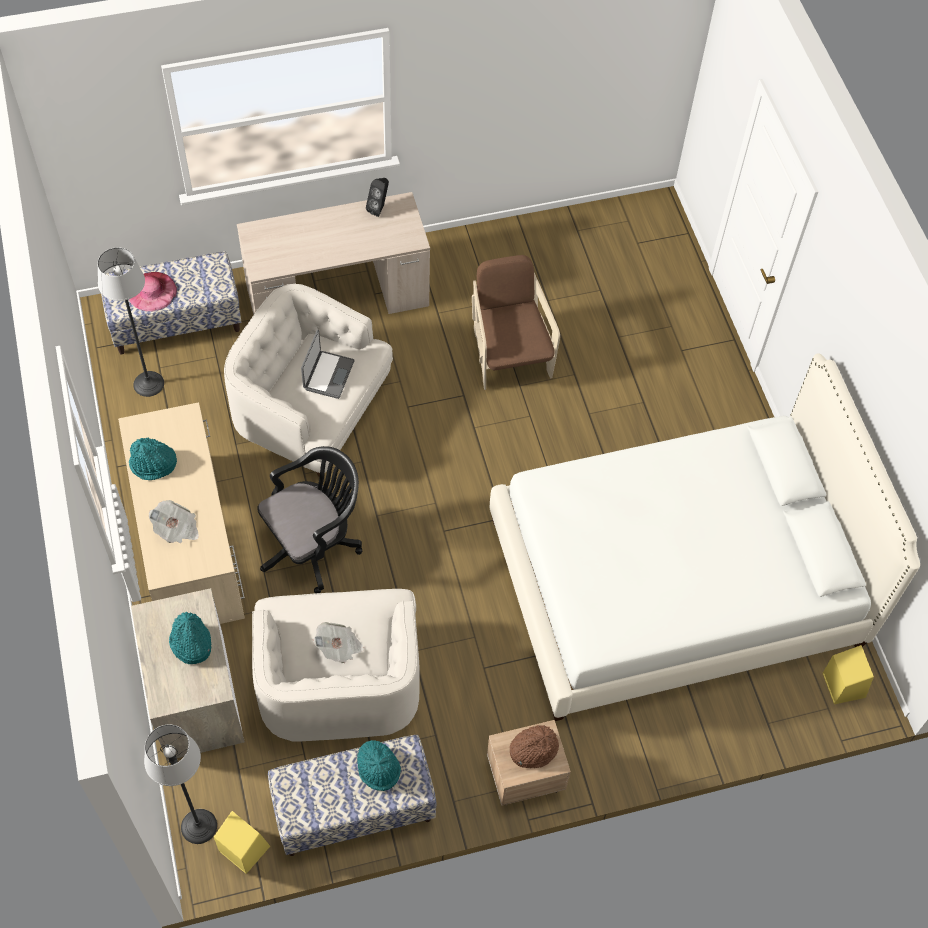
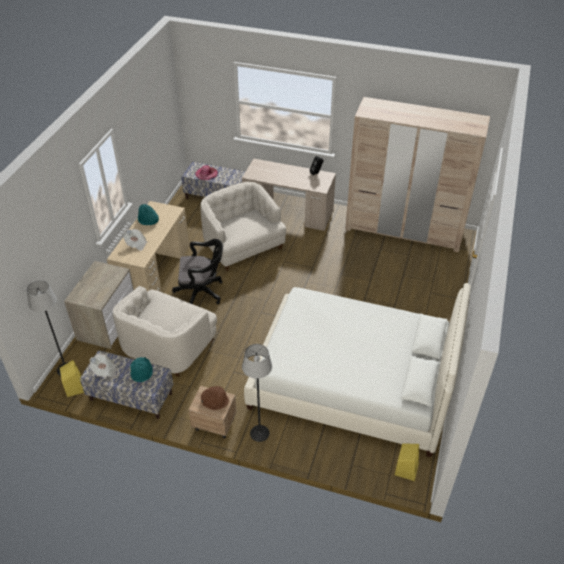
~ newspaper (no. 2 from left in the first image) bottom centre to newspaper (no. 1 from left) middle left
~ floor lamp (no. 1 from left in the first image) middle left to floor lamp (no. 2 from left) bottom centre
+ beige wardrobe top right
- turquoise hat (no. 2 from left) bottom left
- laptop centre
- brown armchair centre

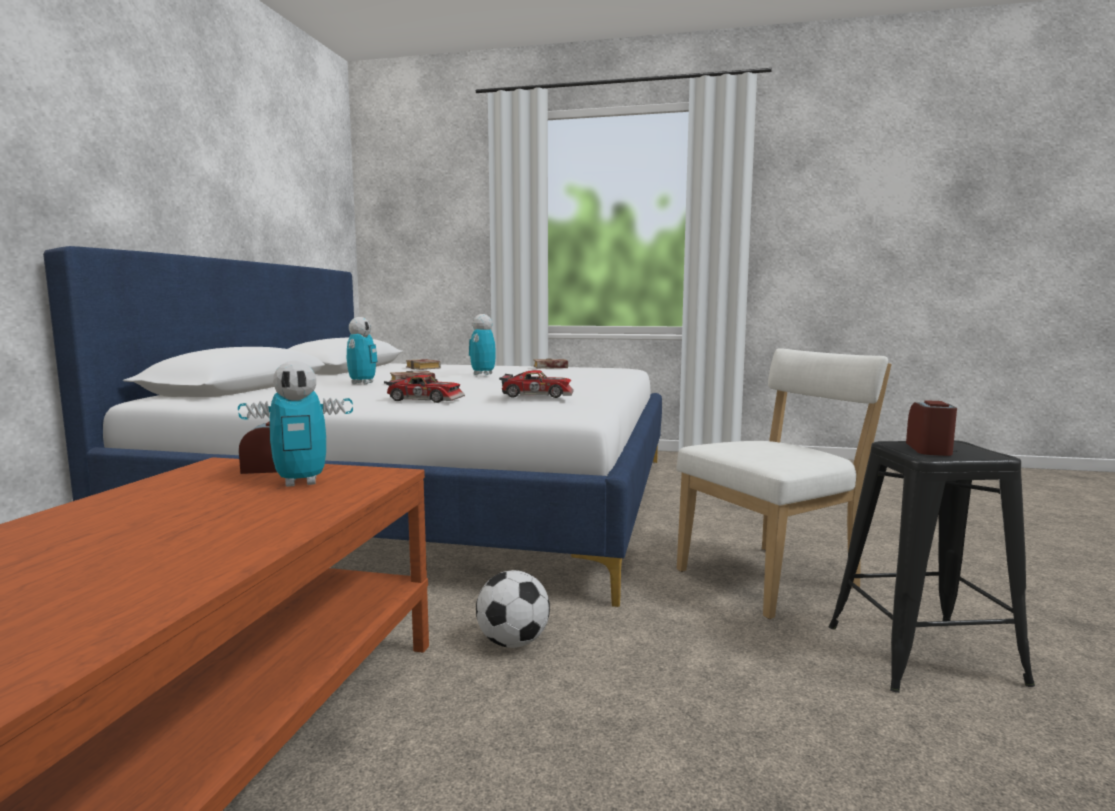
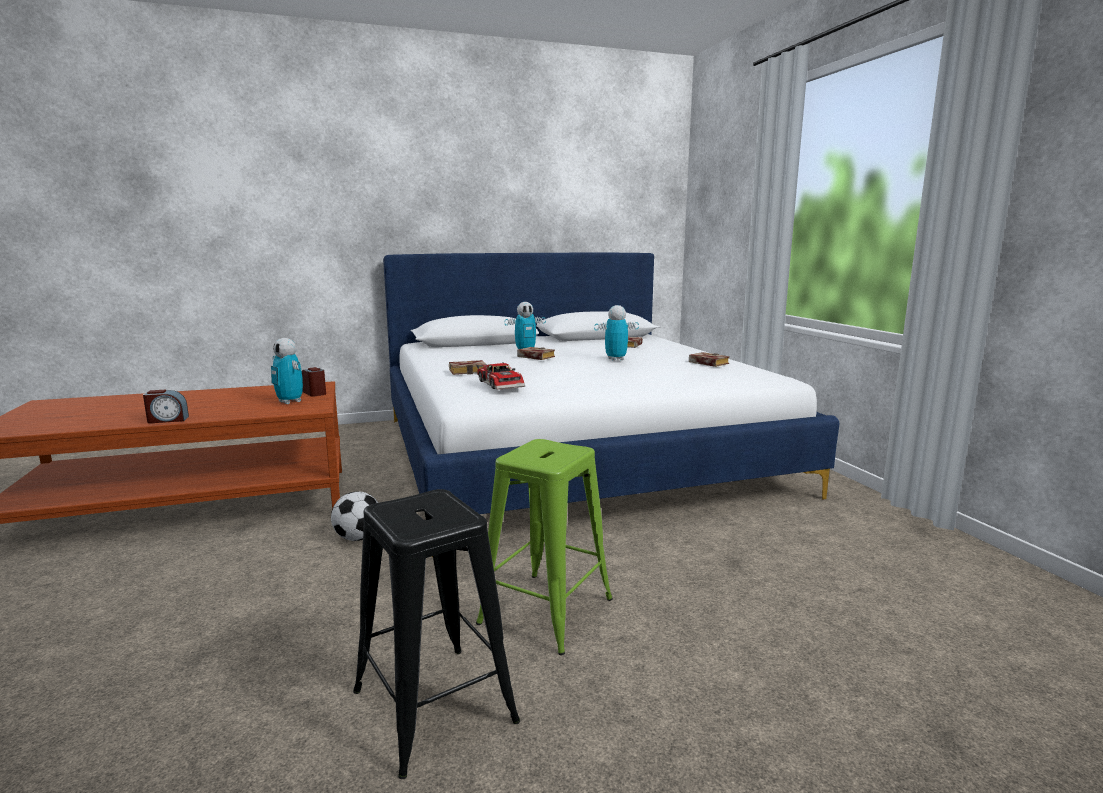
~ alarm clock (no. 2 from left in the first image) middle right to alarm clock (no. 1 from left) middle left
~ toy car (no. 1 from left) centre to book (no. 1 from left) centre
~ white chair middle right to green stool bottom centre

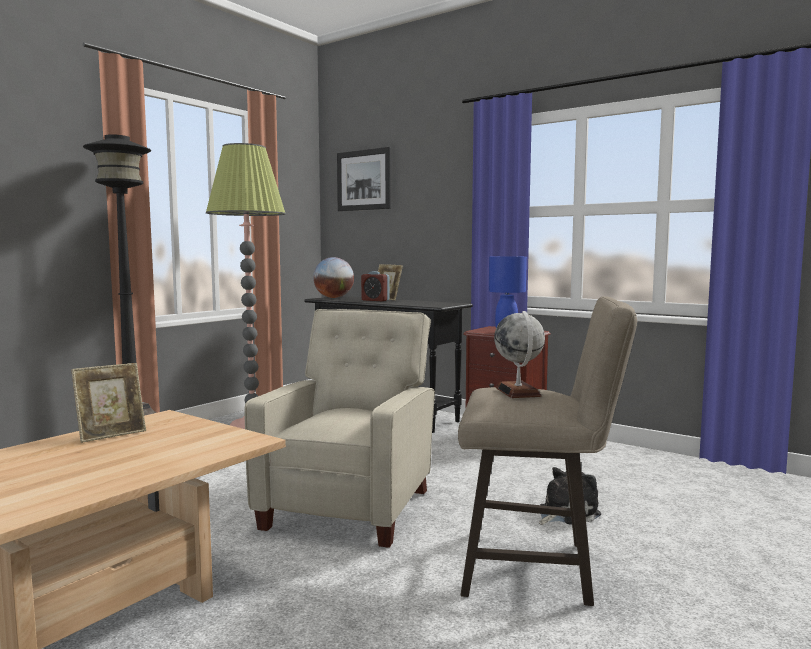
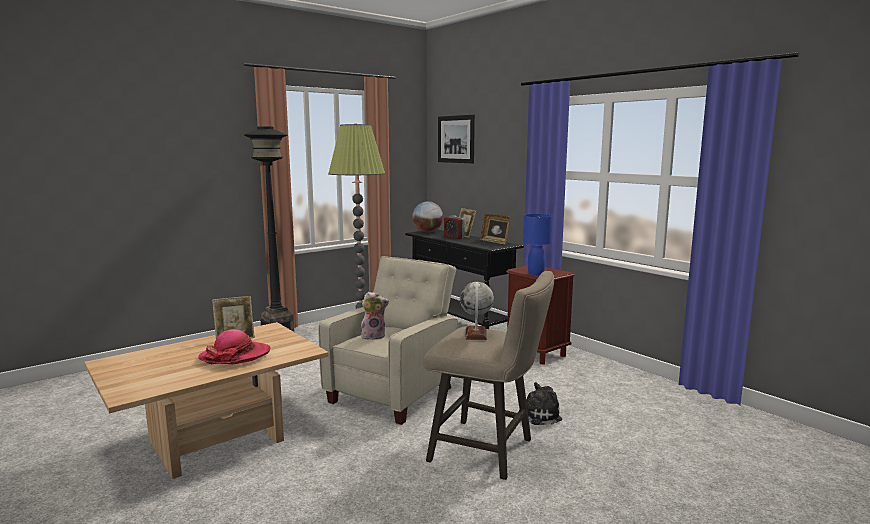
+ hat middle left
+ plush toy (no. 1 from left) centre
+ picture frame (no. 3 from left) centre

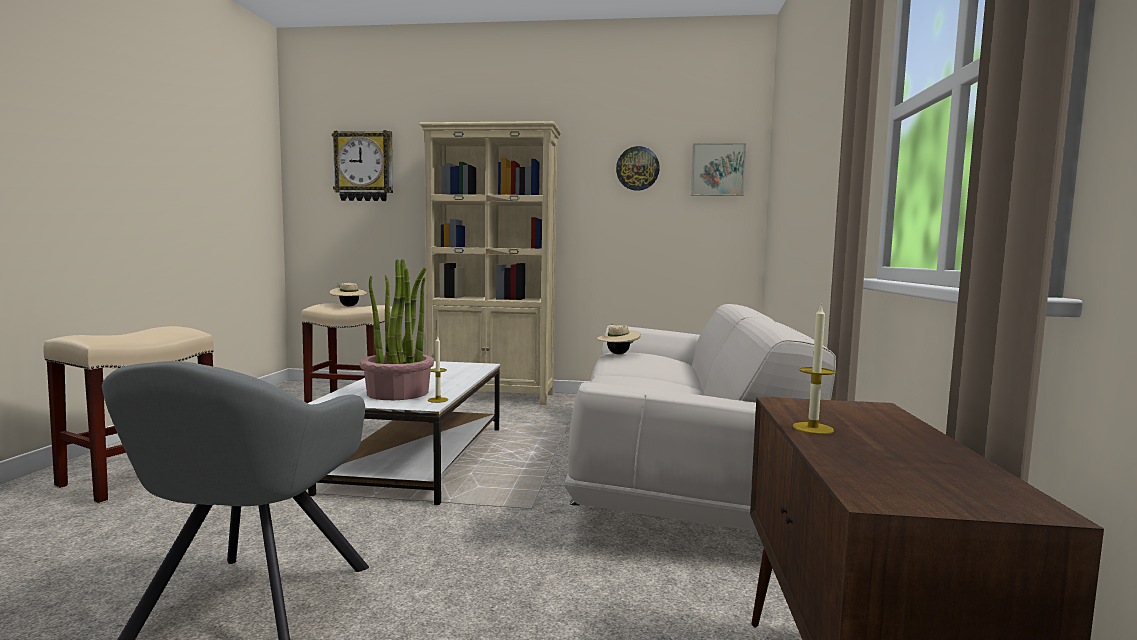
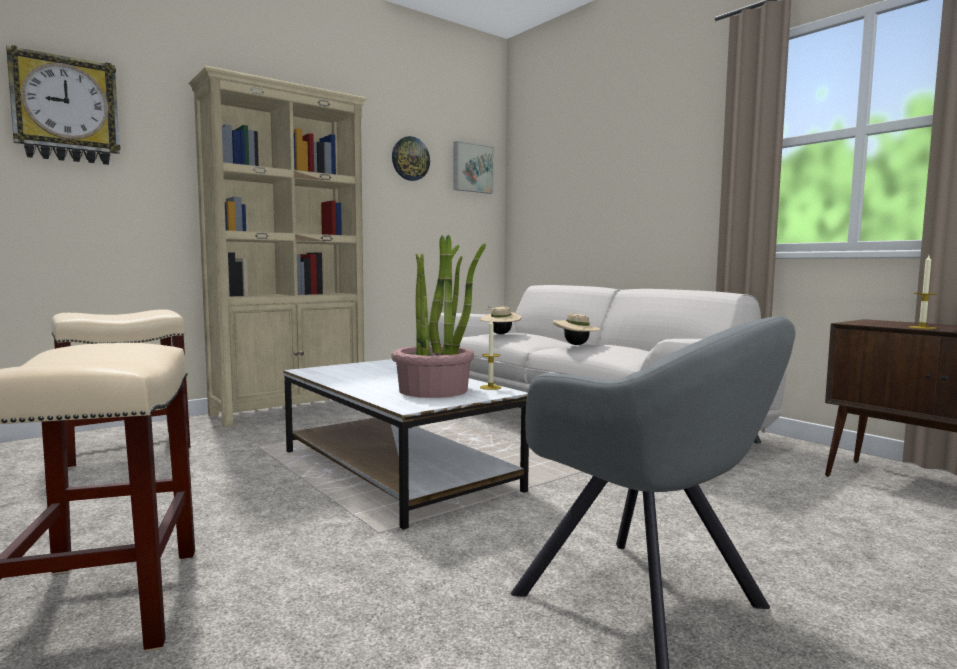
~ beige hat (no. 1 from left in the first image) middle left to beige hat (no. 2 from left) centre

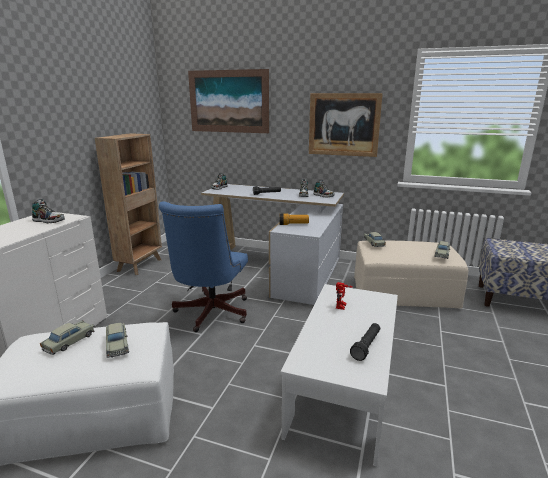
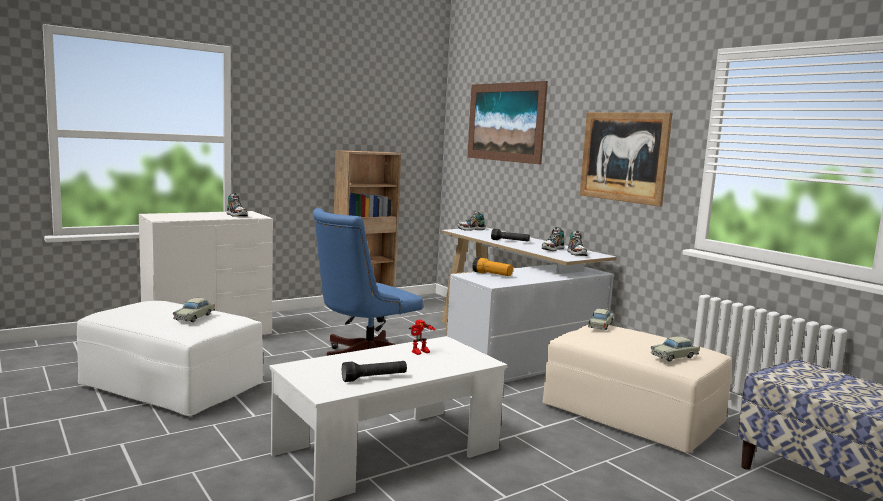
- beige toy car (no. 1 from left) bottom left

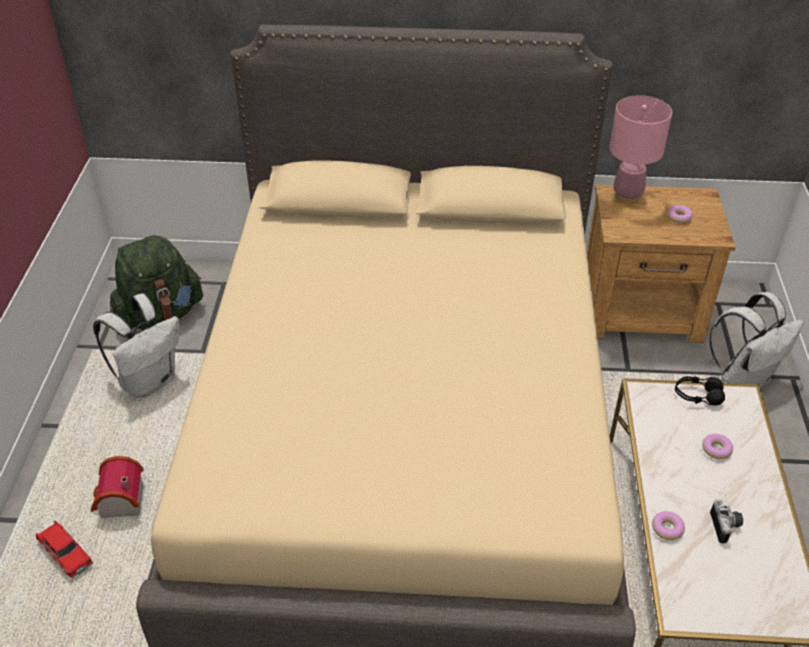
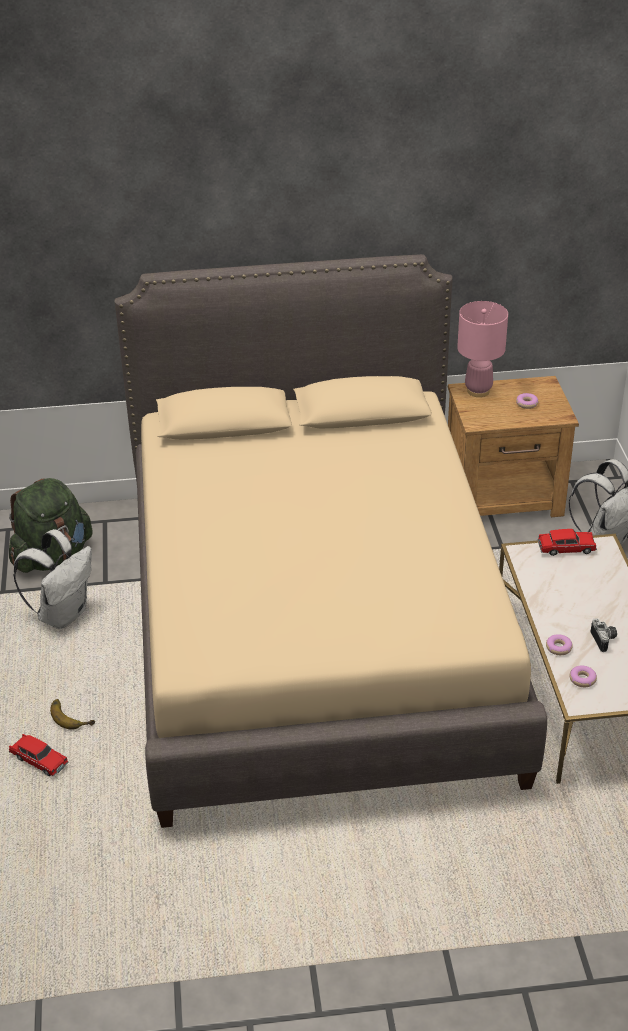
~ toy house bottom left to banana bottom left
~ black headphones middle right to red toy car (no. 2 from left) middle right
~ donut (no. 3 from left) bottom right to middle right

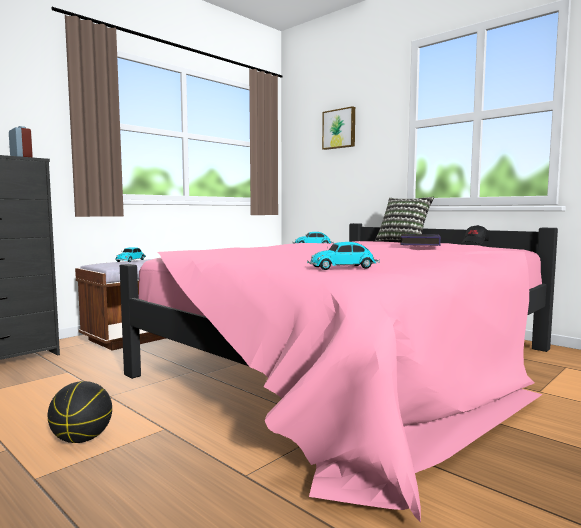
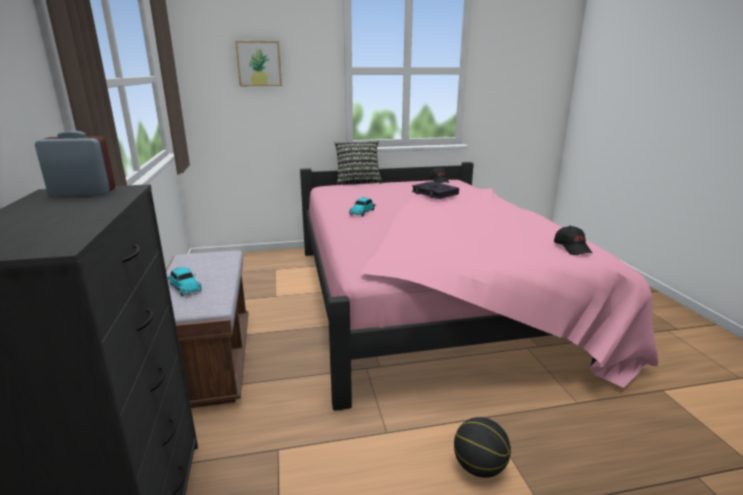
~ toy car (no. 3 from left) centre to black cap (no. 2 from left) middle right

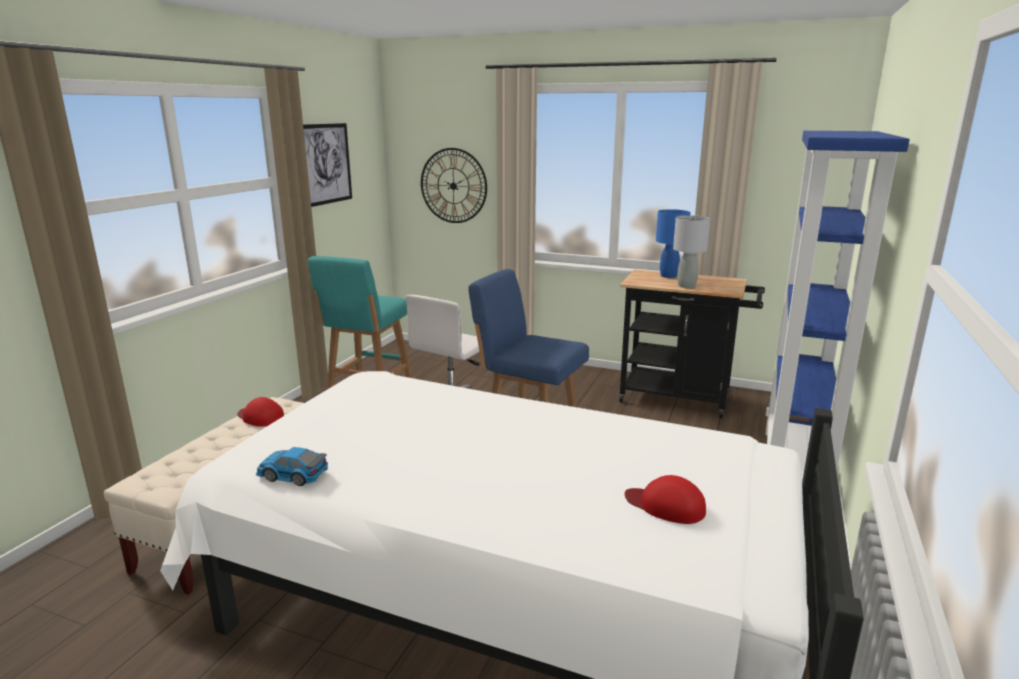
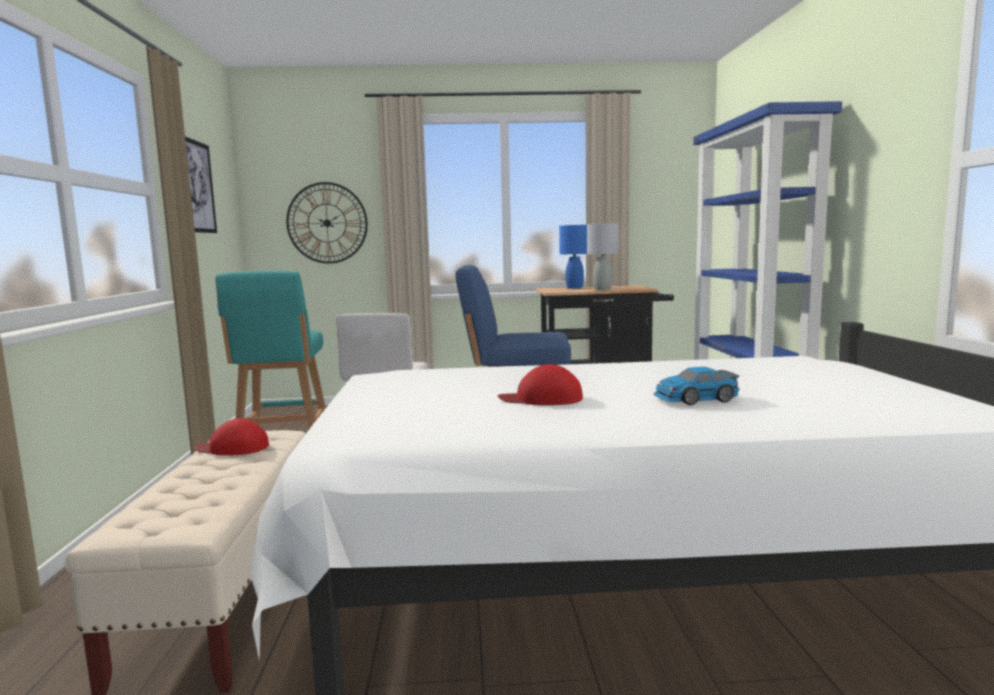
~ red cap (no. 2 from left) bottom centre to centre
~ toy car bottom left to middle right

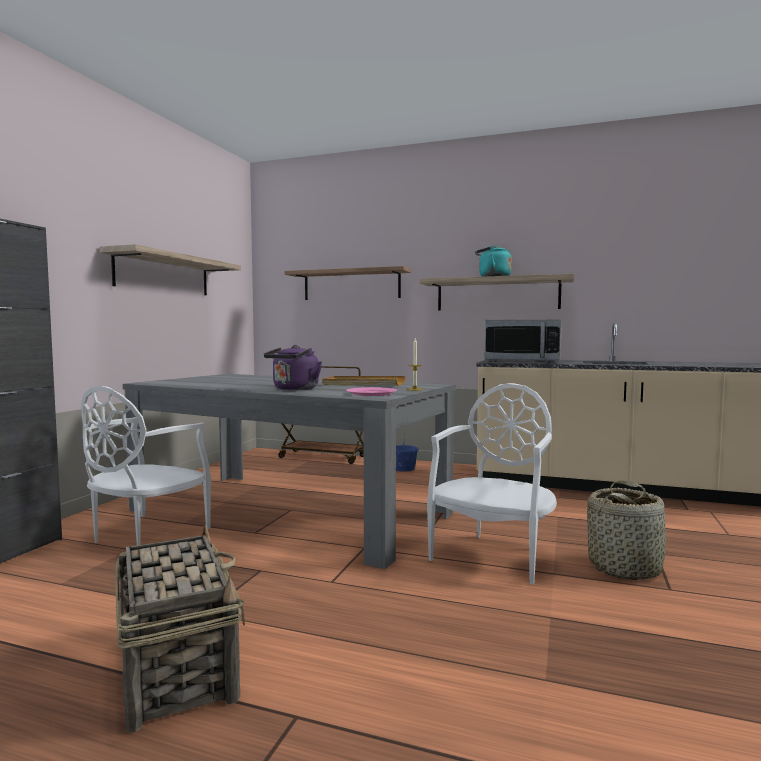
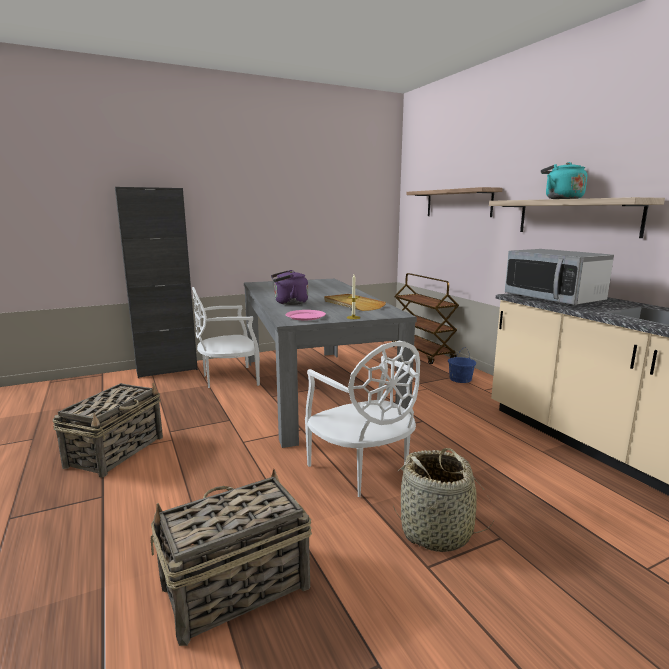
+ basket (no. 2 from left) bottom centre
~ white chair (no. 2 from left) centre = centre 75 degrees clockwise
- shelf (no. 1 from left) middle left

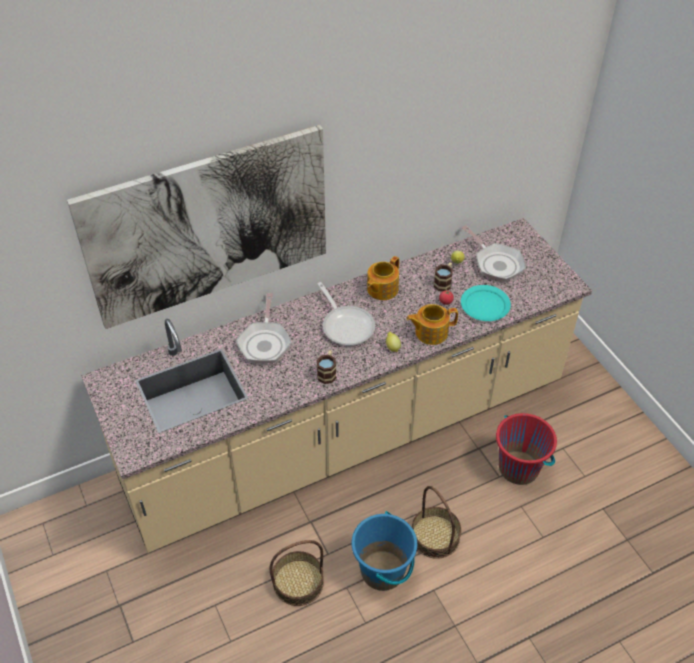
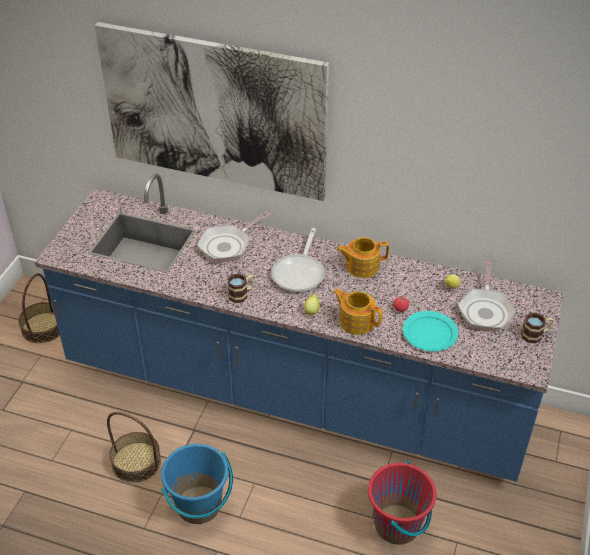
~ basket (no. 2 from left in the first image) bottom centre to basket (no. 1 from left) middle left
~ beige counter centre to blue counter centre
~ mug (no. 2 from left) centre to middle right

